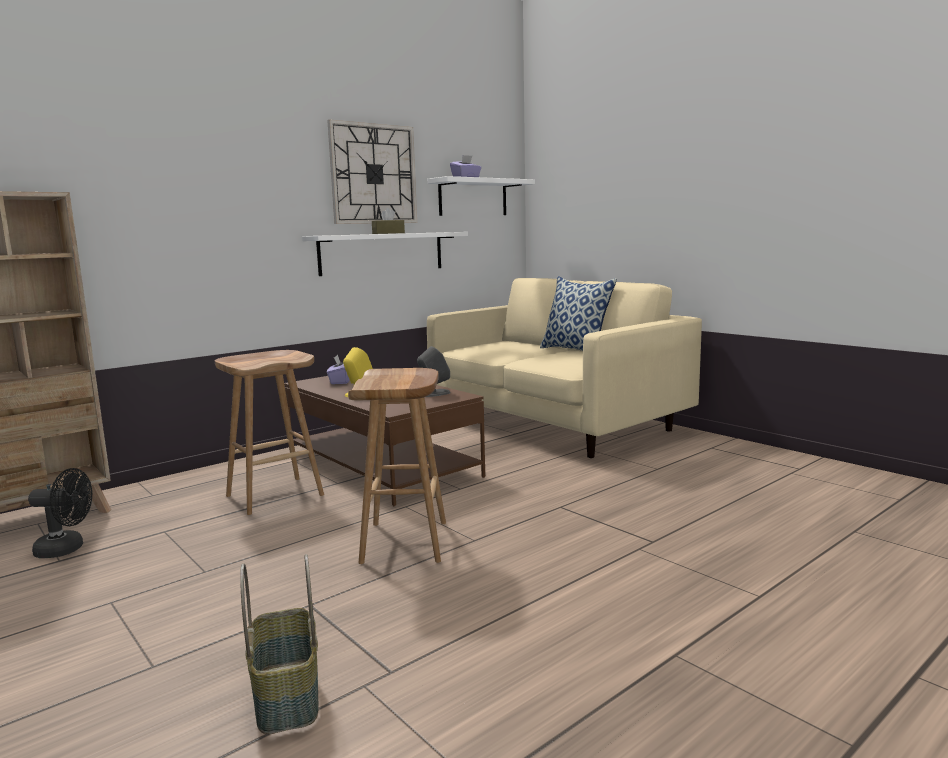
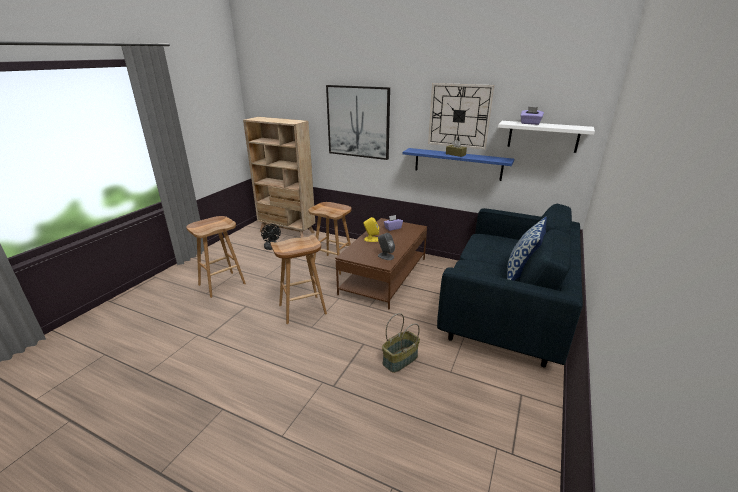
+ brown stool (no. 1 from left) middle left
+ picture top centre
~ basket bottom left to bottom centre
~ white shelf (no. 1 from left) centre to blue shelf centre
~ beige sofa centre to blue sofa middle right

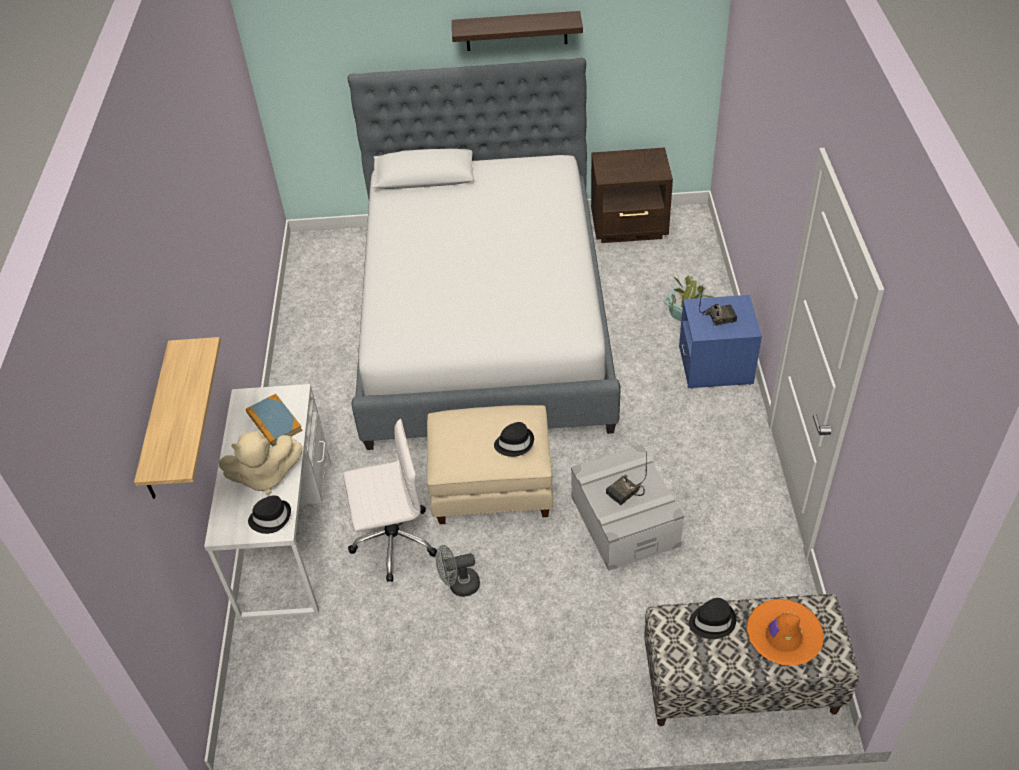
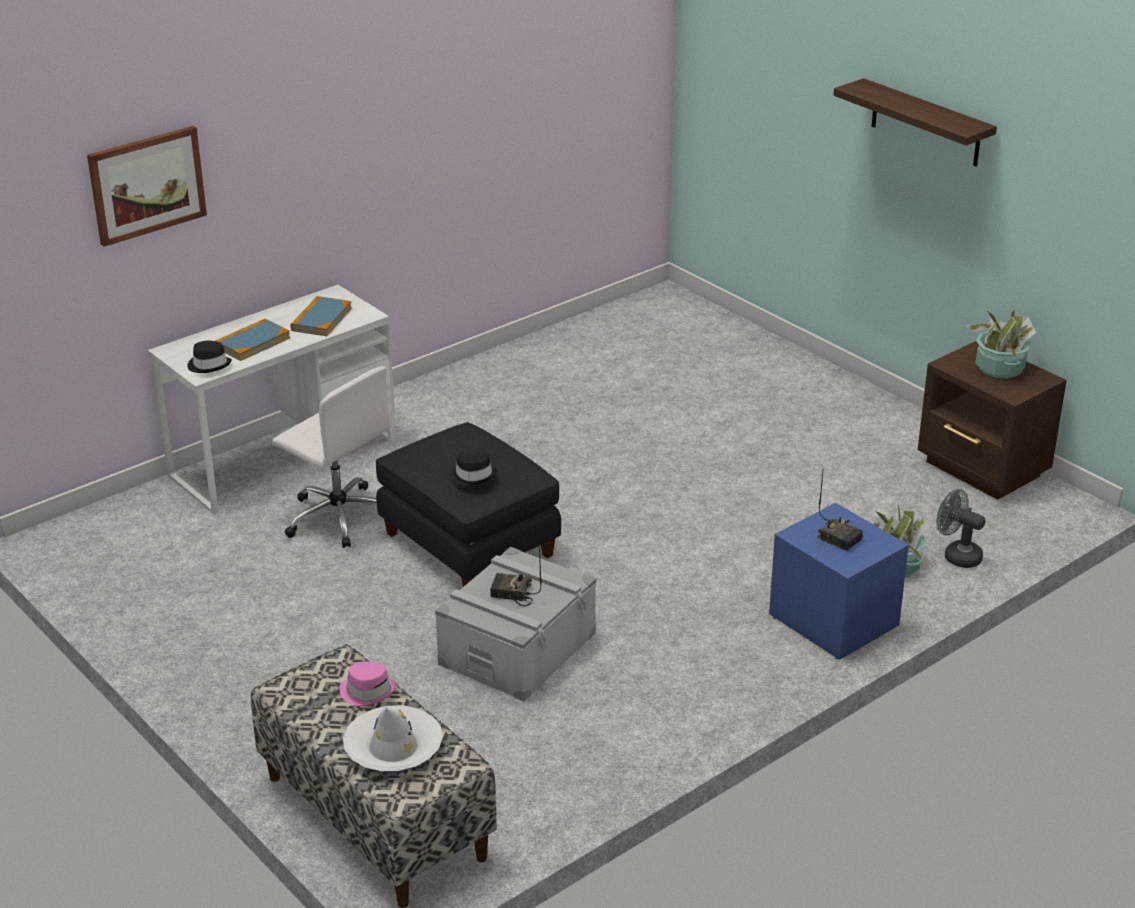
~ shelf (no. 1 from left) middle left to picture top left
~ beige plush toy middle left to book (no. 1 from left) middle left
~ black hat (no. 3 from left) bottom right to pink hat bottom left
~ orange hat bottom right to white hat bottom centre
~ beige ottoman centre to black ottoman centre
~ grey fan bottom centre to middle right
+ potted plant (no. 2 from left) middle right
- bed top centre

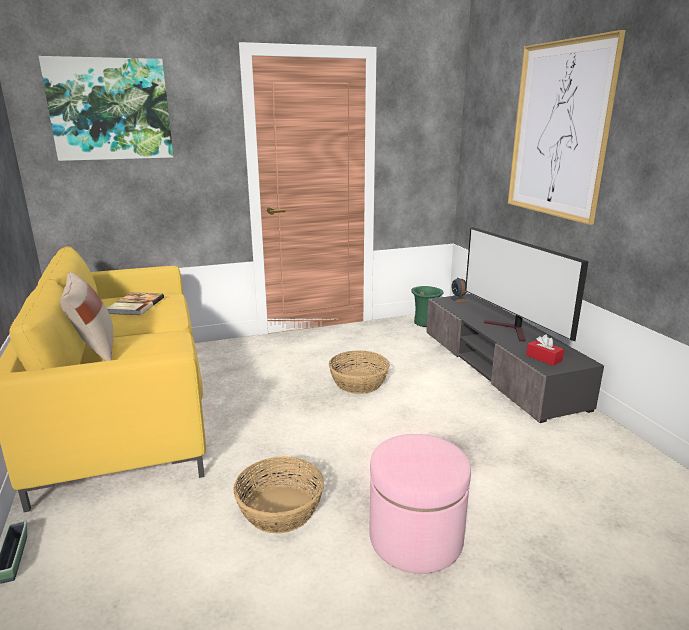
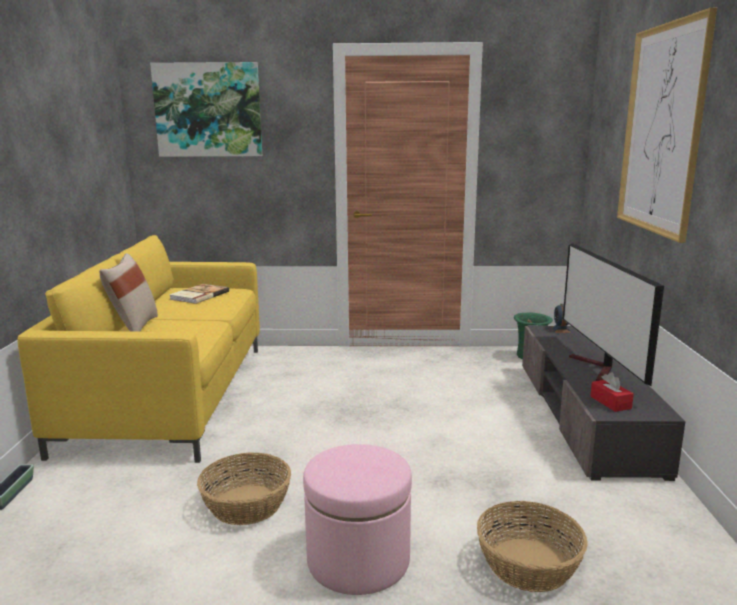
~ basket (no. 2 from left) centre to bottom right

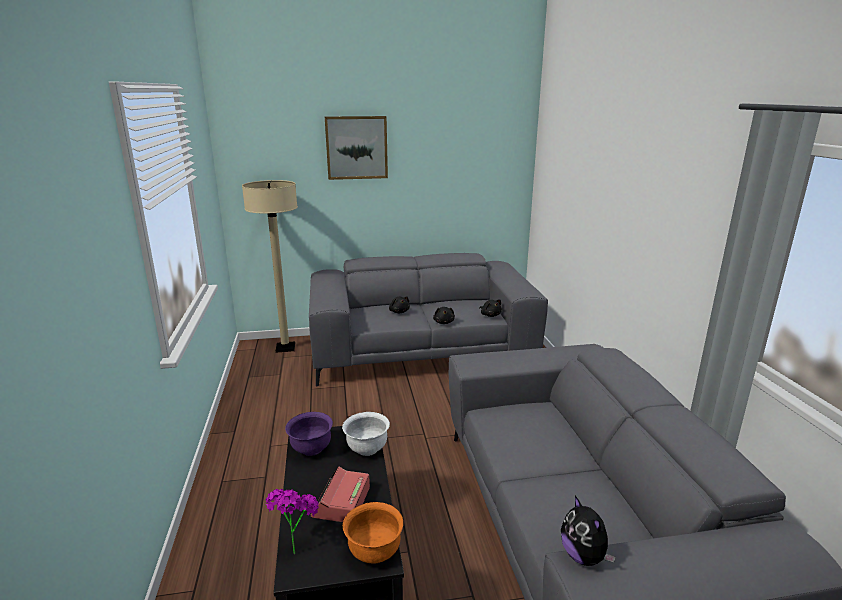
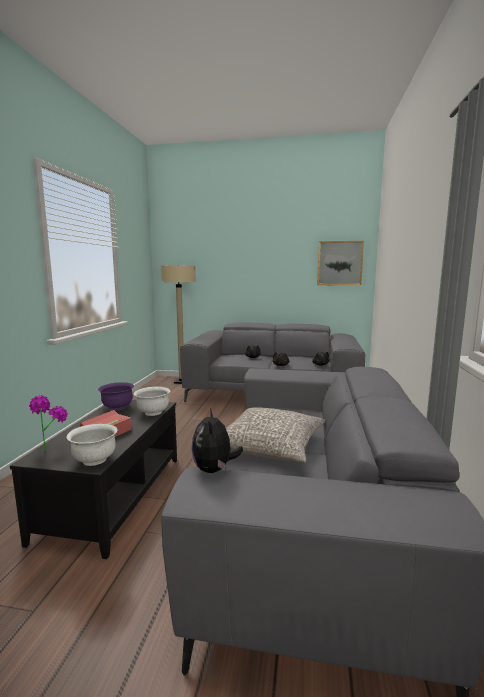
~ orange bowl bottom centre to white bowl (no. 1 from left) middle left
+ grey pillow centre
~ picture top centre to middle right

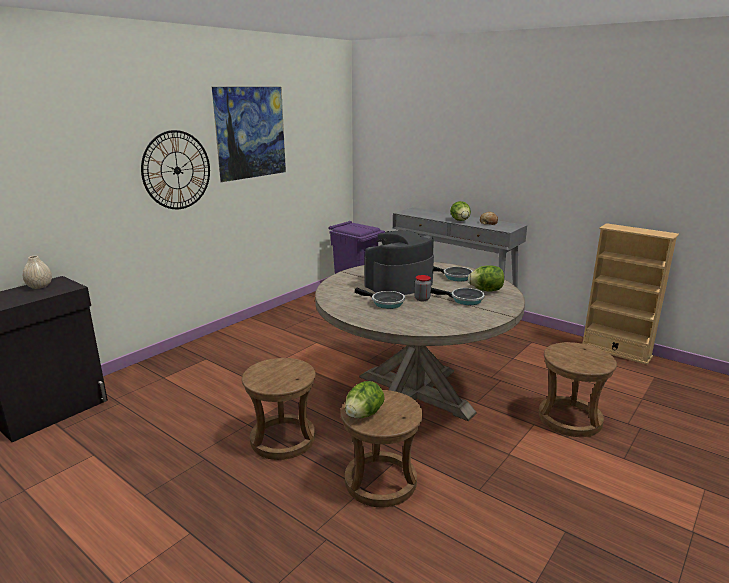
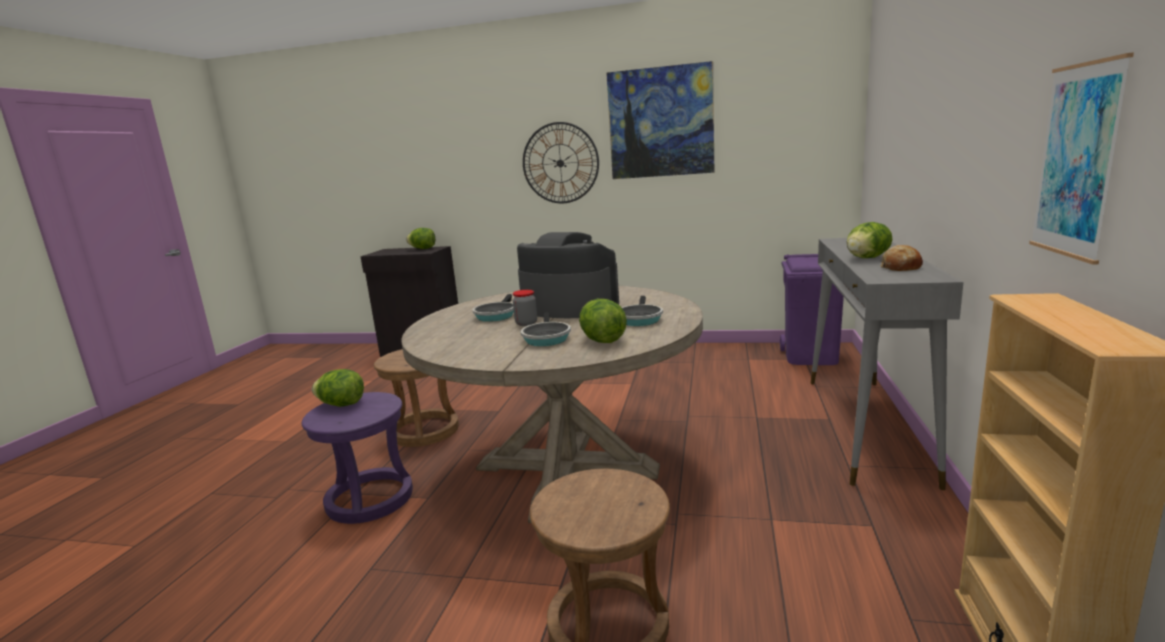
~ brown stool (no. 2 from left) bottom centre to purple stool bottom left
~ beige vase middle left to lettuce (no. 2 from left) centre
+ picture (no. 2 from left) top right

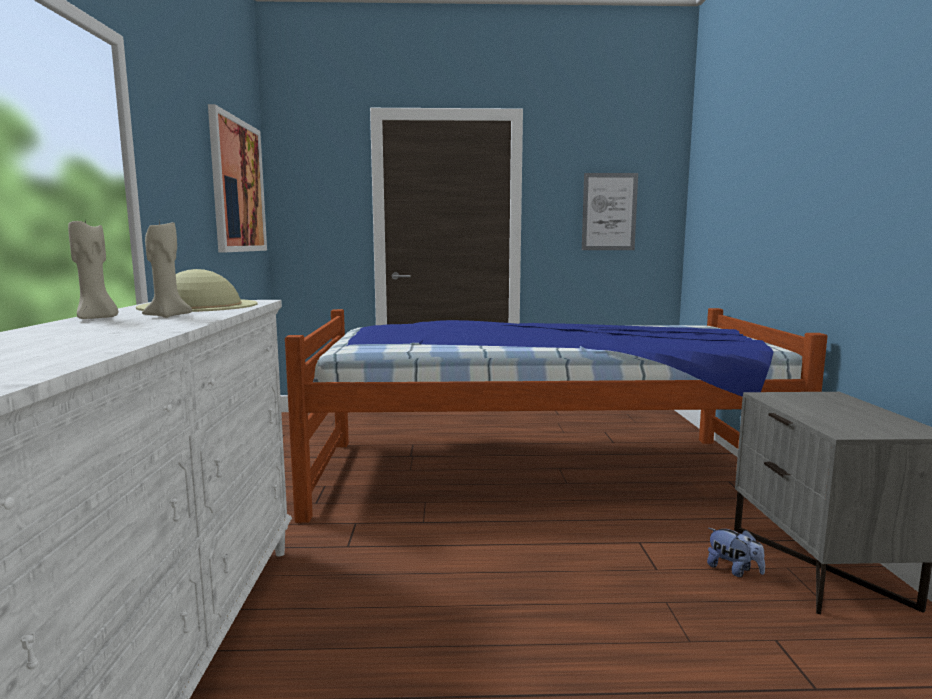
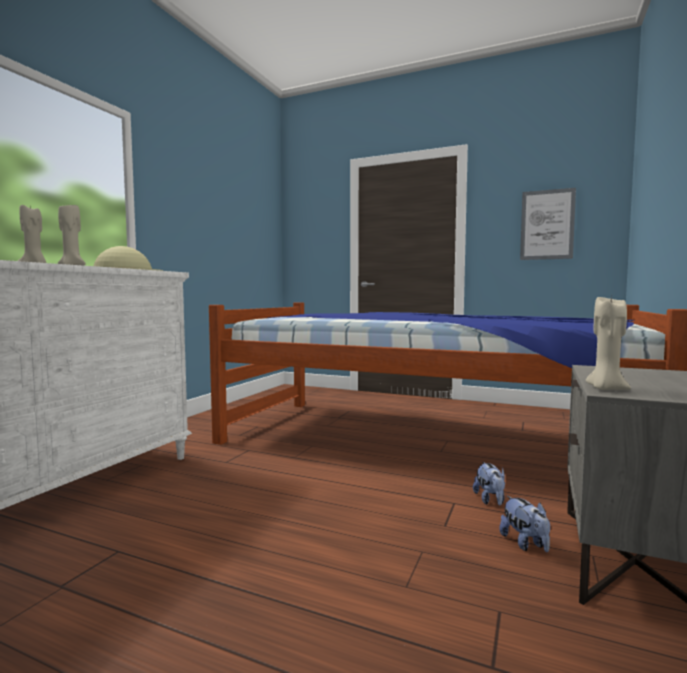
+ plush toy (no. 1 from left) bottom right
+ beige candle (no. 3 from left) middle right
- picture (no. 1 from left) top left

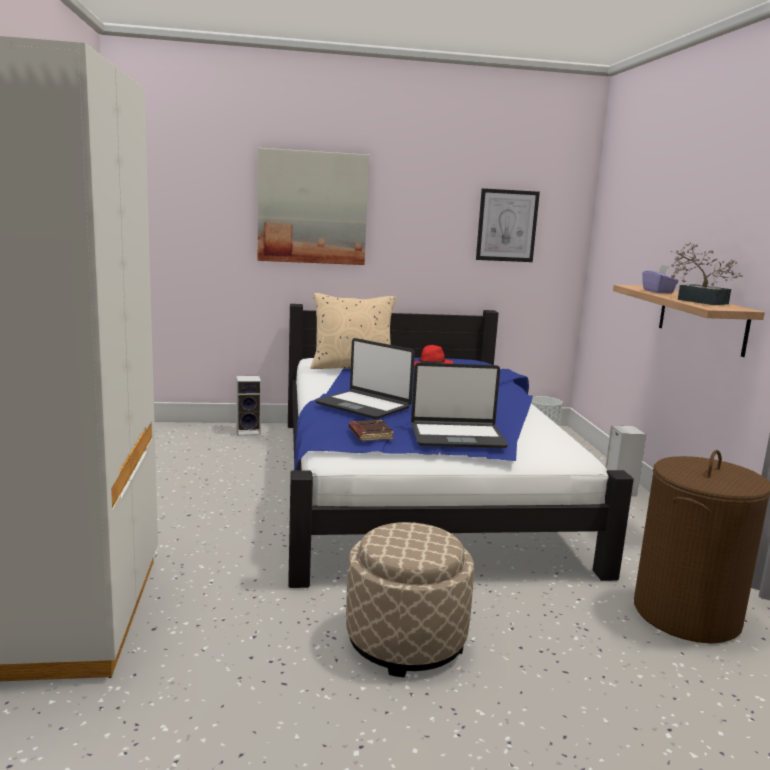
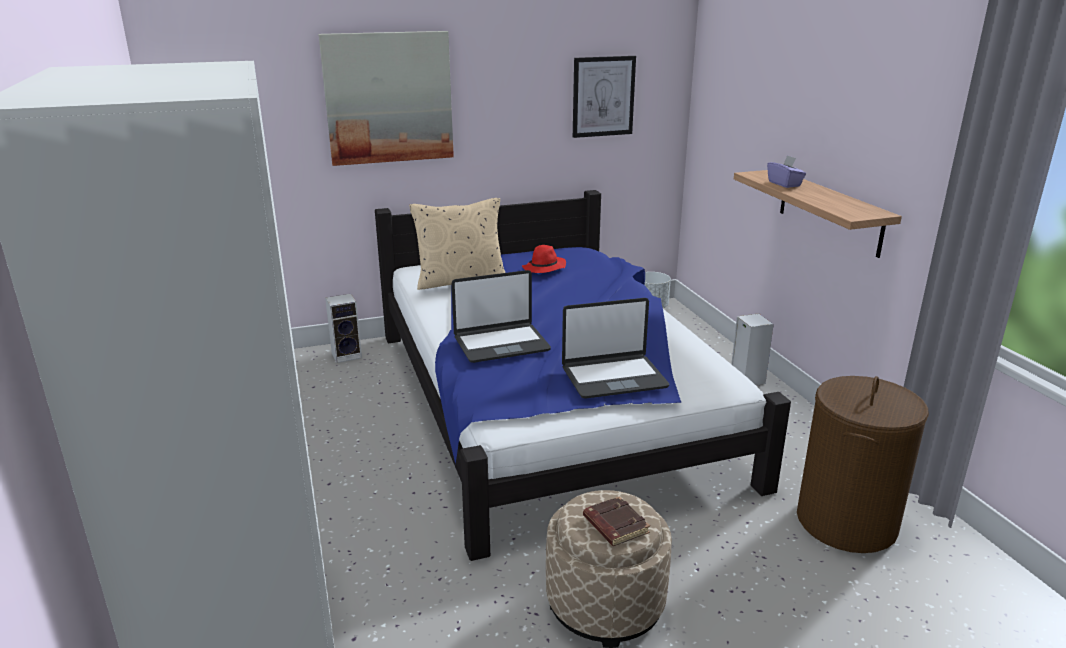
~ laptop (no. 1 from left) centre = centre 45 degrees counterclockwise
~ brown book centre to bottom centre
- potted plant middle right

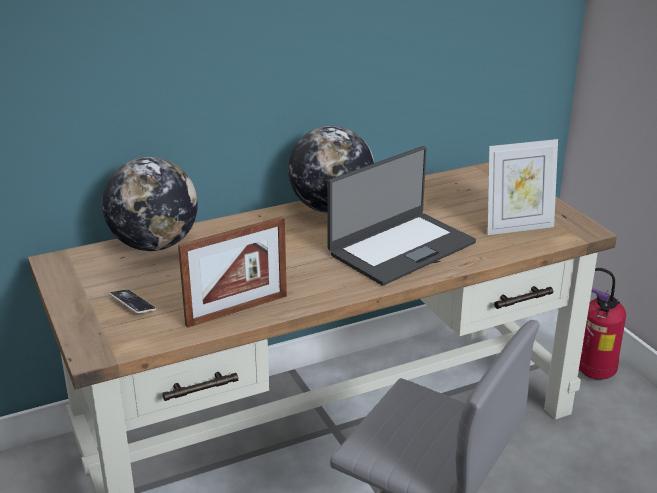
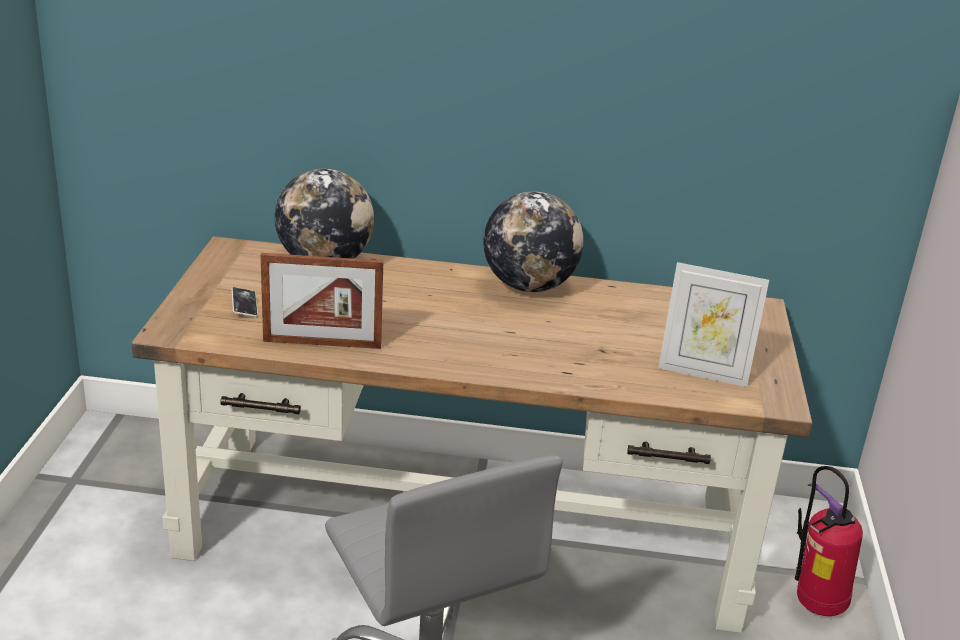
- laptop centre

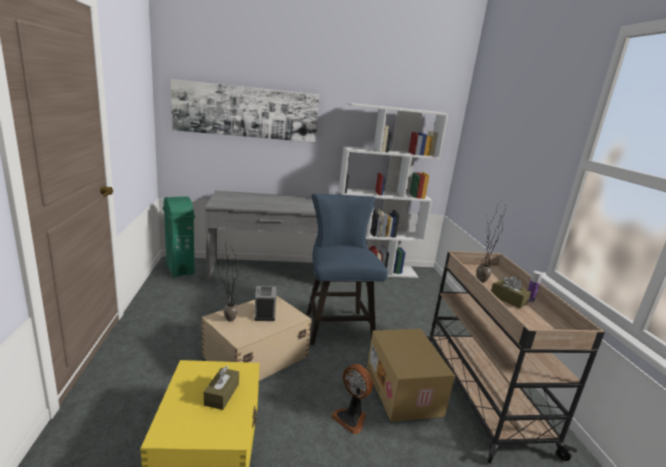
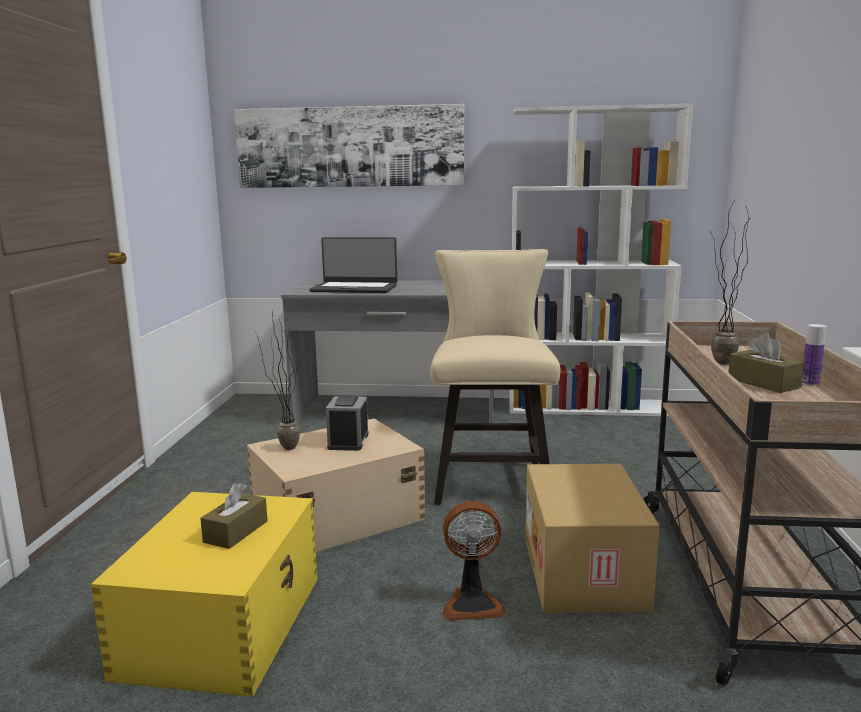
+ laptop centre
~ blue chair centre to beige chair centre
~ fan bottom centre = bottom centre 60 degrees counterclockwise
- green trash can middle left

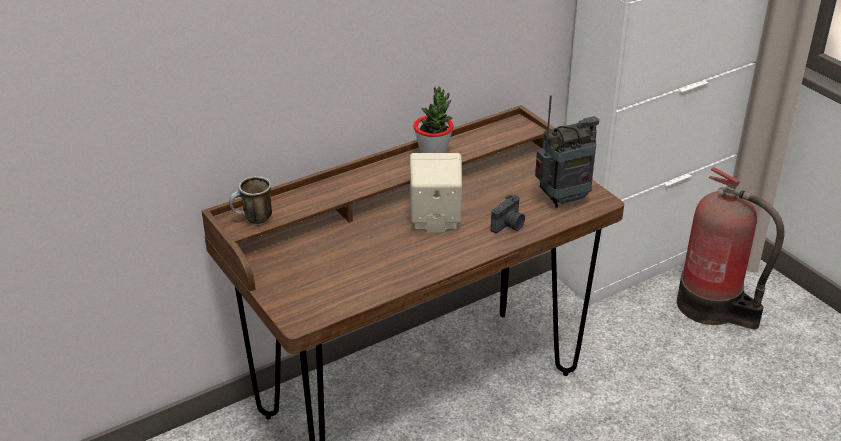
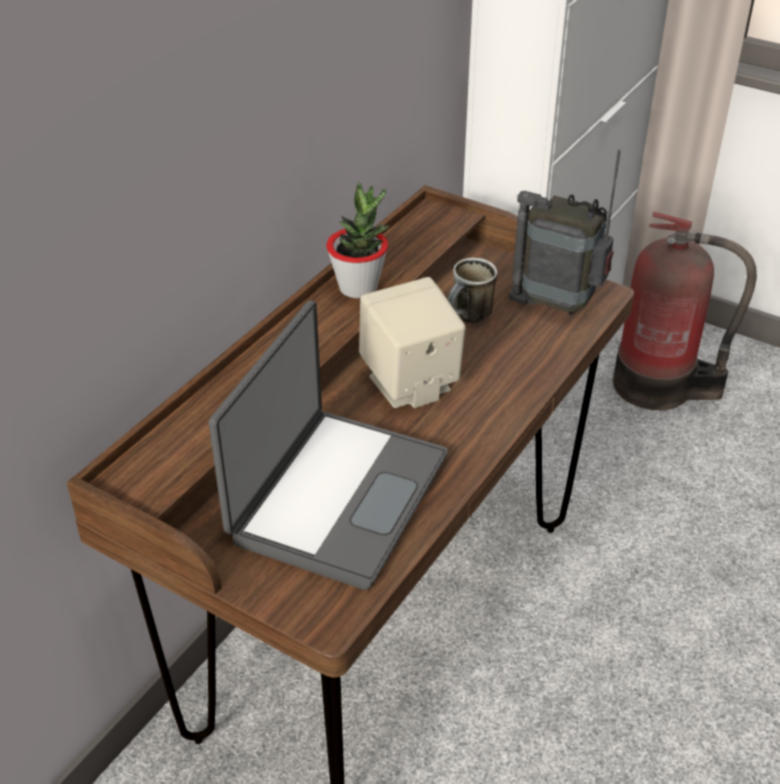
+ laptop centre
~ mug middle left to centre
~ radio middle right = top right 105 degrees counterclockwise
- photo camera centre

